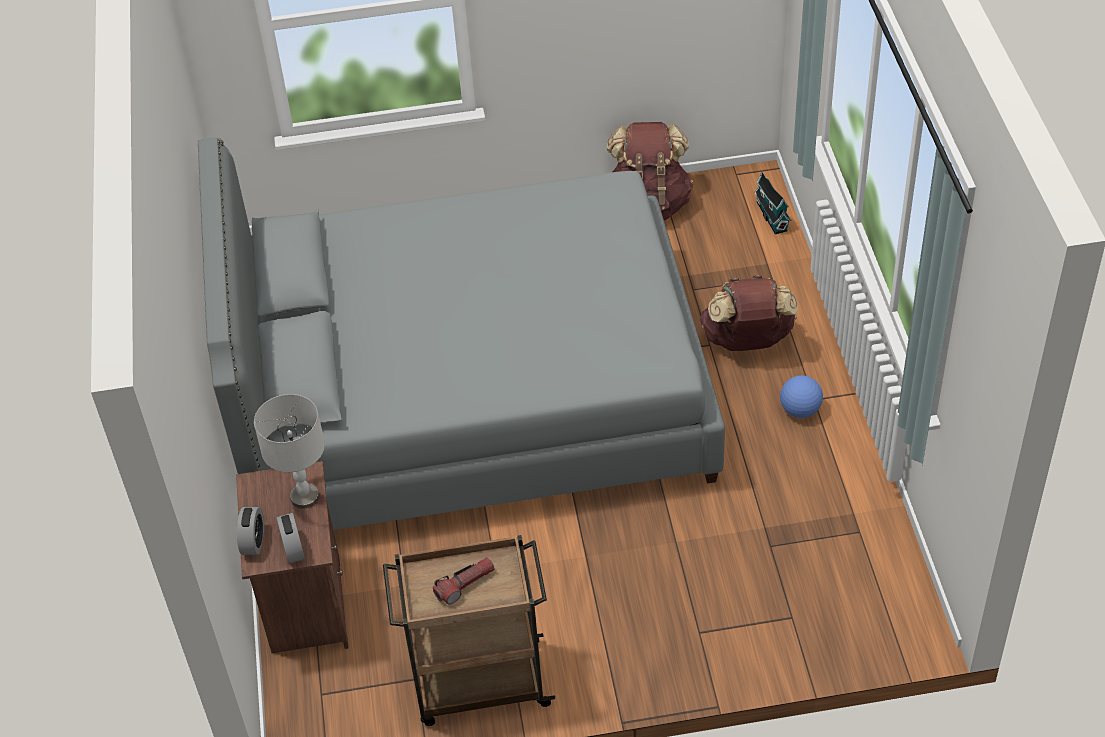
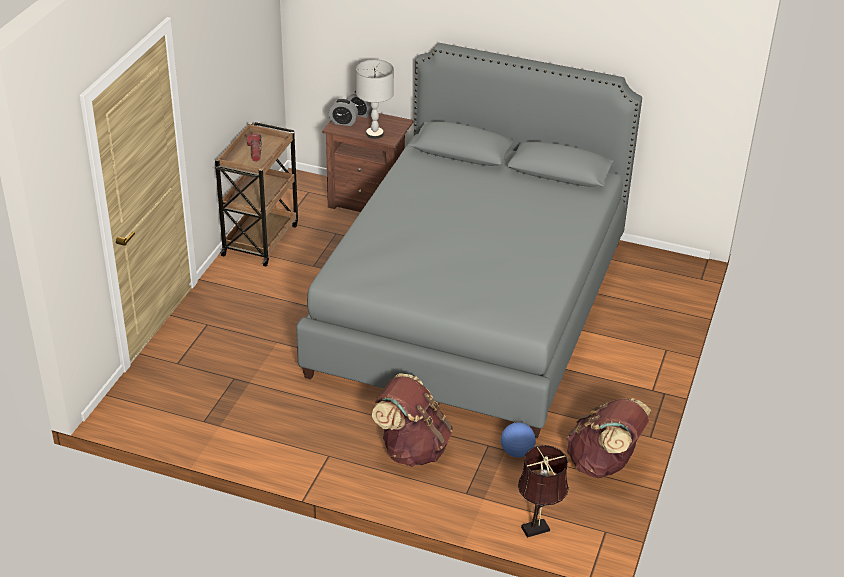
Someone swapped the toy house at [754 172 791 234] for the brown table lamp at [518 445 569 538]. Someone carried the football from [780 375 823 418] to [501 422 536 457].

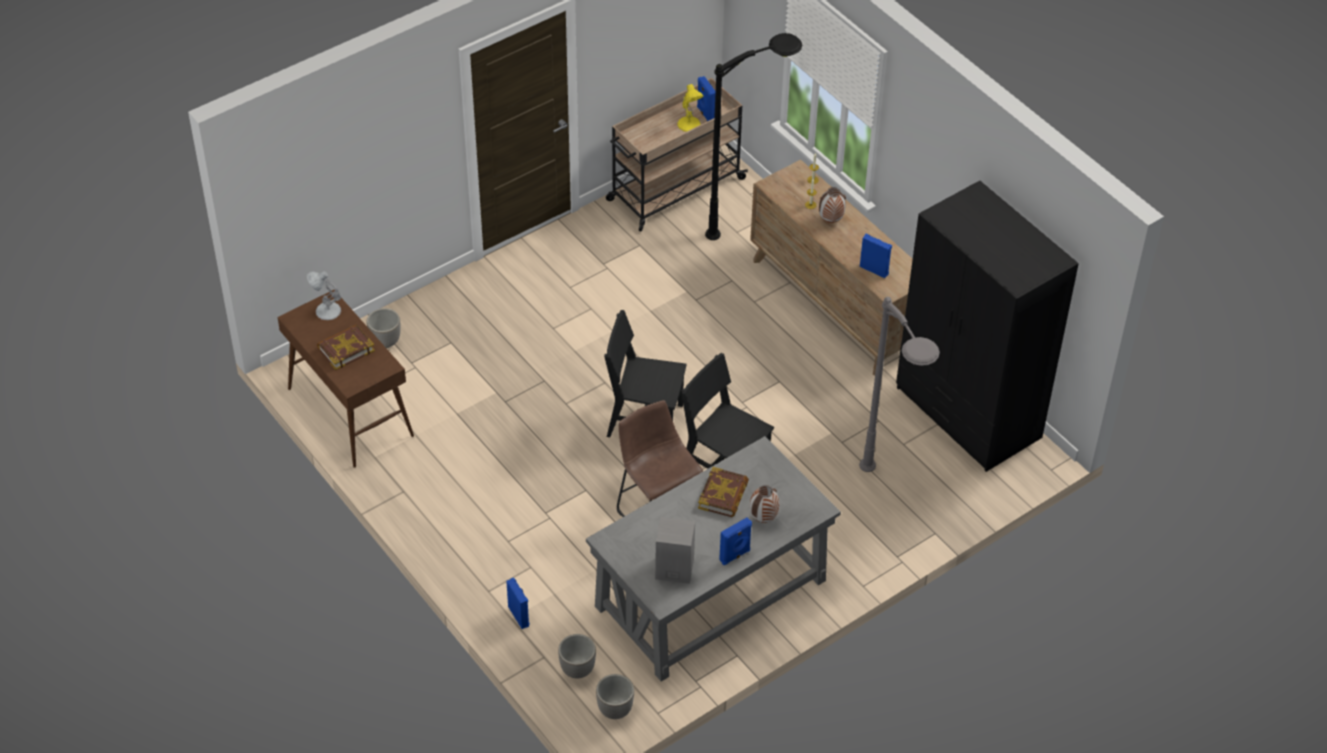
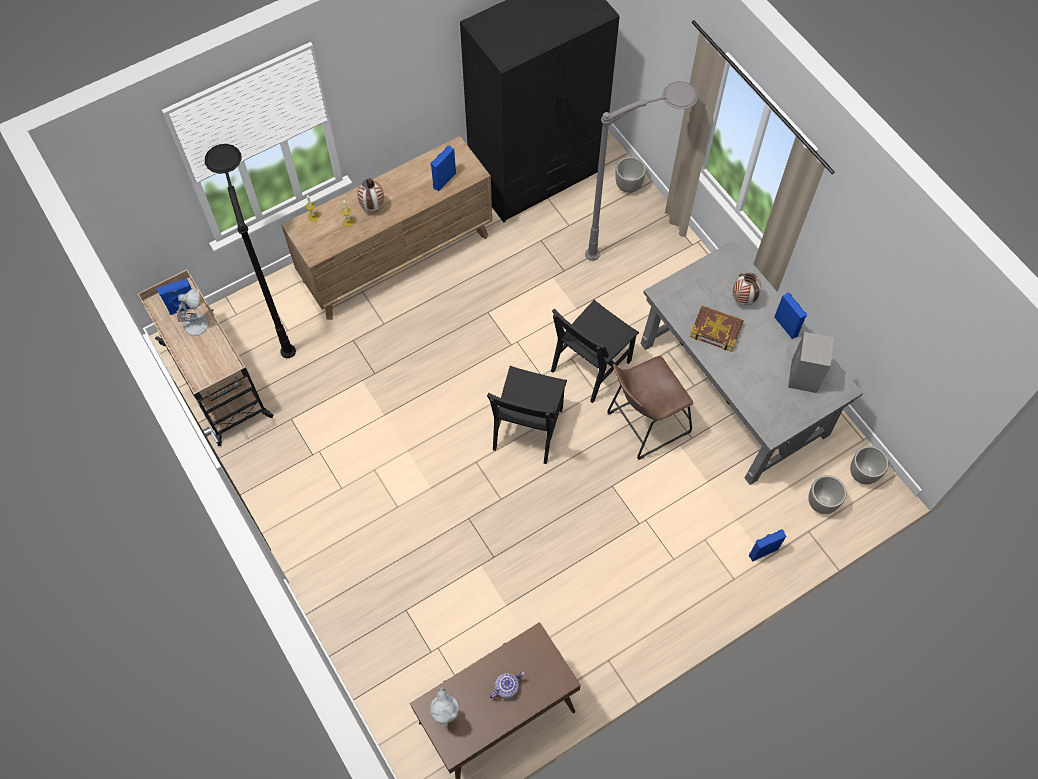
Someone repainted the yellow table lamp at [678 84 703 132], which became the white table lamp at [177 288 209 336]. Someone carried the planter from [367 308 400 348] to [615 157 646 193]. Someone swapped the book at [317 324 375 370] for the teapot at [489 672 524 699].

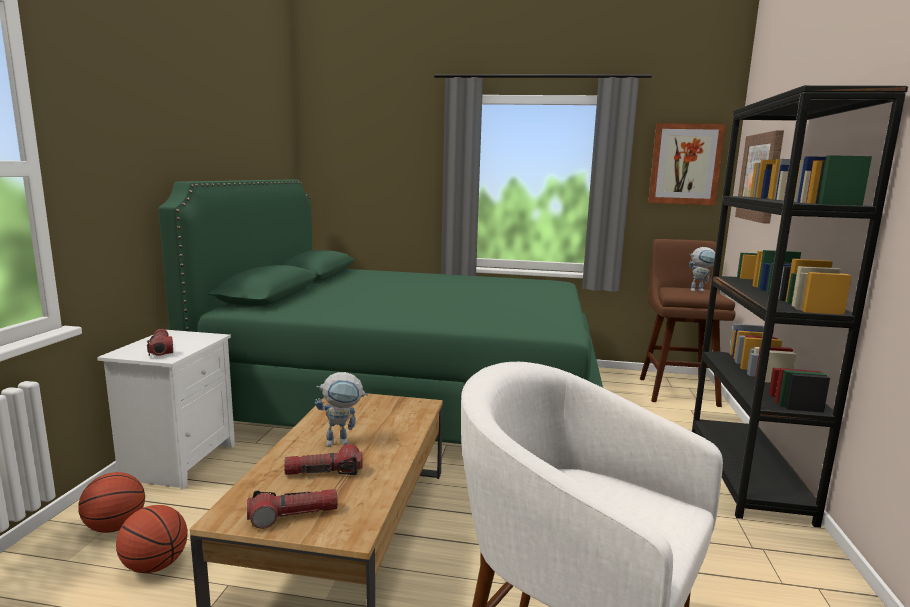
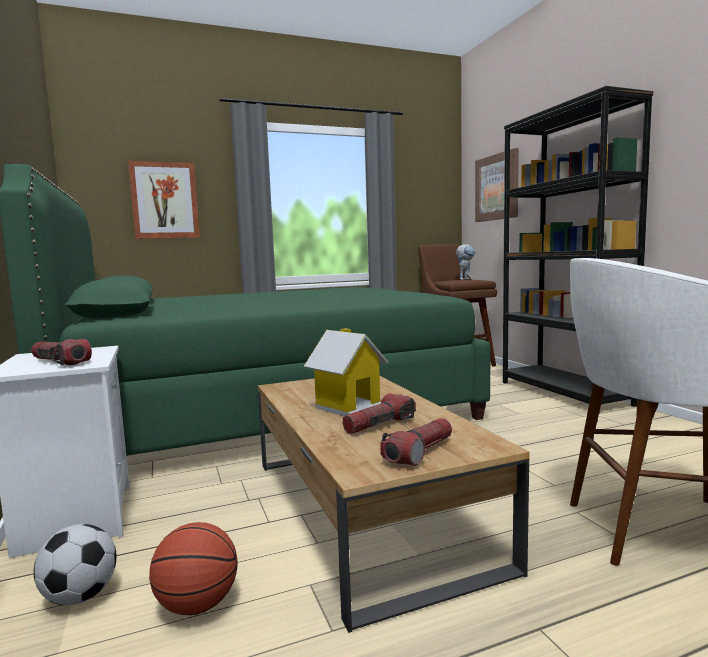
Someone carried the picture from [648 123 726 205] to [128 161 200 239]. Someone swapped the toy robot at [315 372 368 447] for the toy house at [304 328 389 416]. Someone swapped the basketball at [79 472 145 533] for the football at [34 524 116 606].

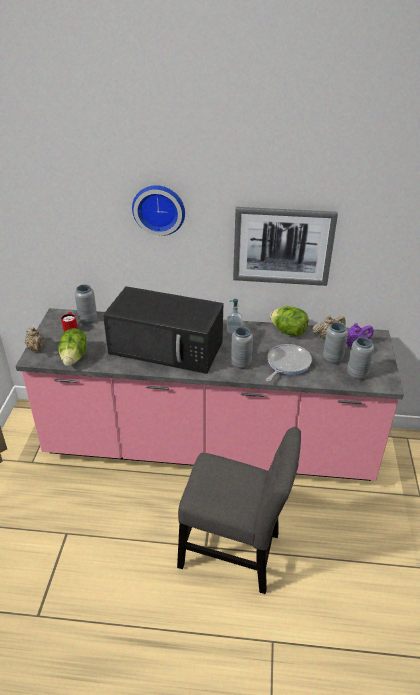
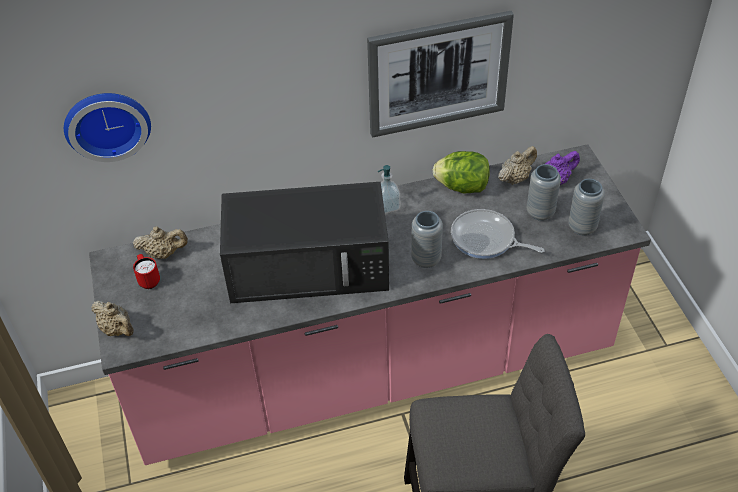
Someone carried the wall clock from [132 185 185 236] to [64 93 151 162]. Someone swapped the grey vase at [74 285 97 323] for the beige teapot at [133 226 188 259]. Someone took away the lettuce at [58 329 87 366]. Someone rotated the frying pan at [266 344 312 381] by 75 degrees counterclockwise.

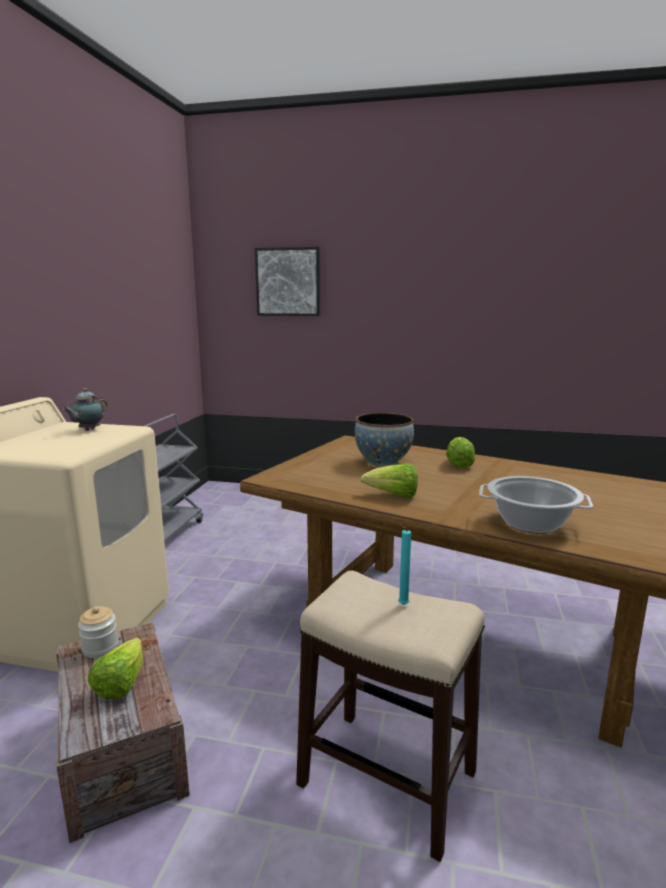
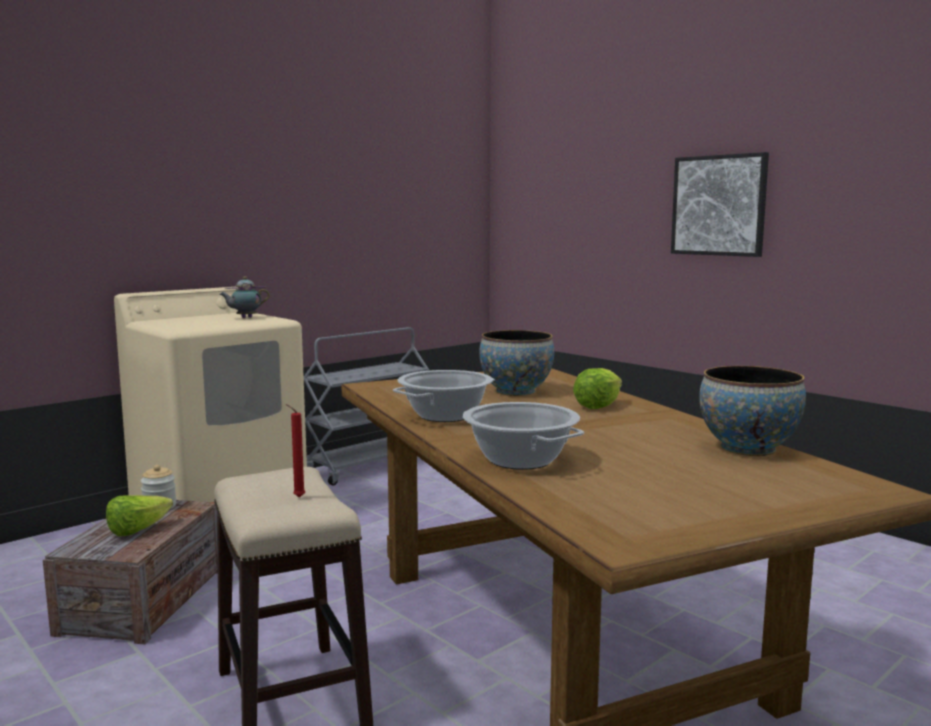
Someone carried the picture from [255 247 320 316] to [671 152 769 257]. Someone swapped the lettuce at [360 463 418 498] for the cooking pot at [393 370 495 422]. Someone repainted the turquoise candle at [398 525 411 605], which became the red candle at [286 404 305 498]. Someone put down the bowl at [699 366 806 456].

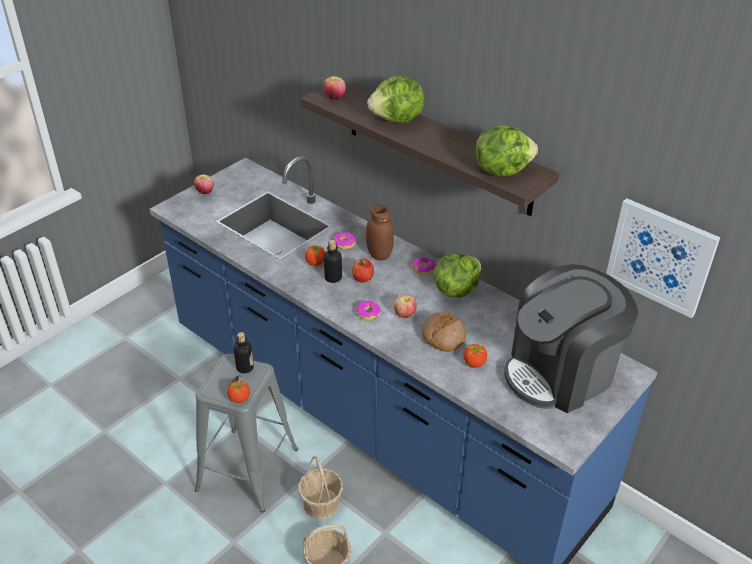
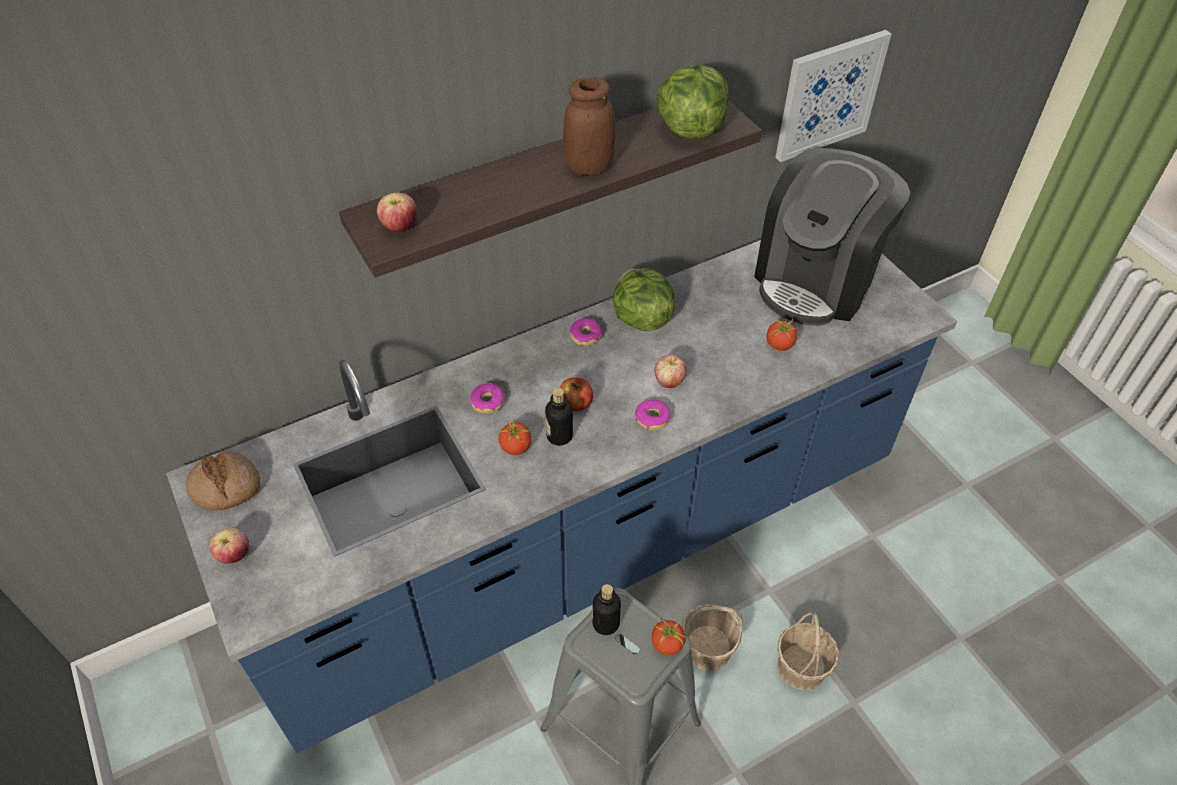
Someone took away the lettuce at [367 76 424 123]. Someone carried the brown jar from [366 205 394 260] to [563 77 616 175]. Someone rotated the coffee machine at [504 264 638 413] by 45 degrees clockwise. Someone carried the bread from [422 312 466 352] to [186 451 260 510].

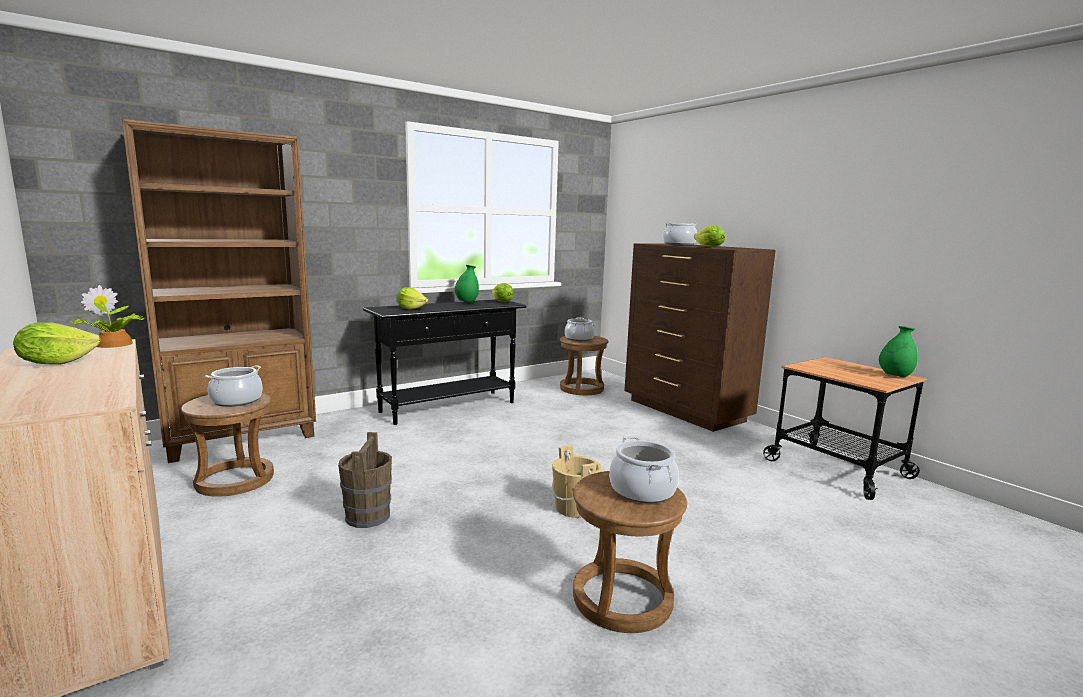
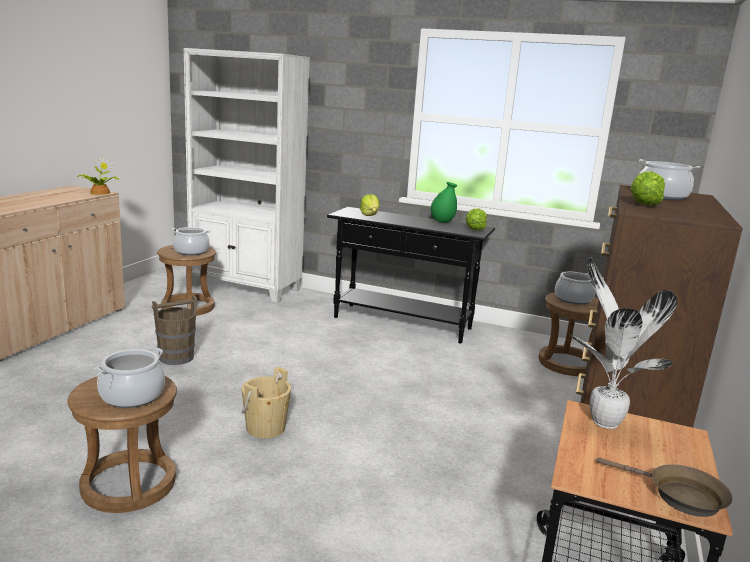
Someone repainted the brown bookcase at [122 119 316 463], which became the white bookcase at [184 48 310 303]. Someone took away the lettuce at [13 322 101 365]. Someone swapped the green vase at [879 326 918 377] for the brown frying pan at [596 457 733 517]. Someone put down the potted plant at [568 257 677 429].

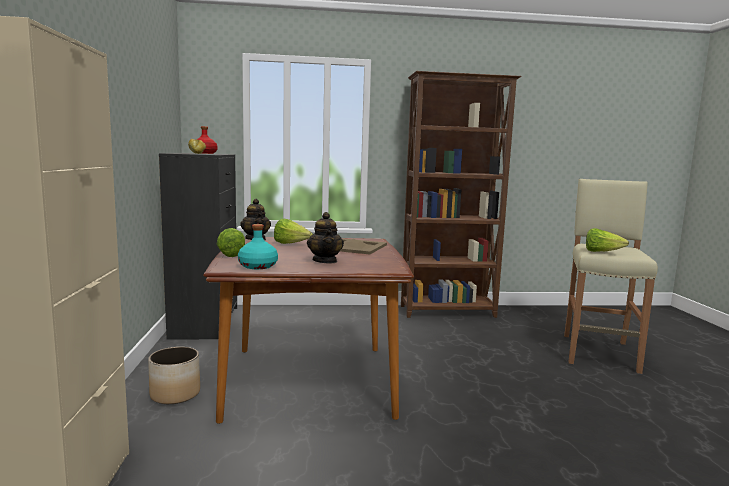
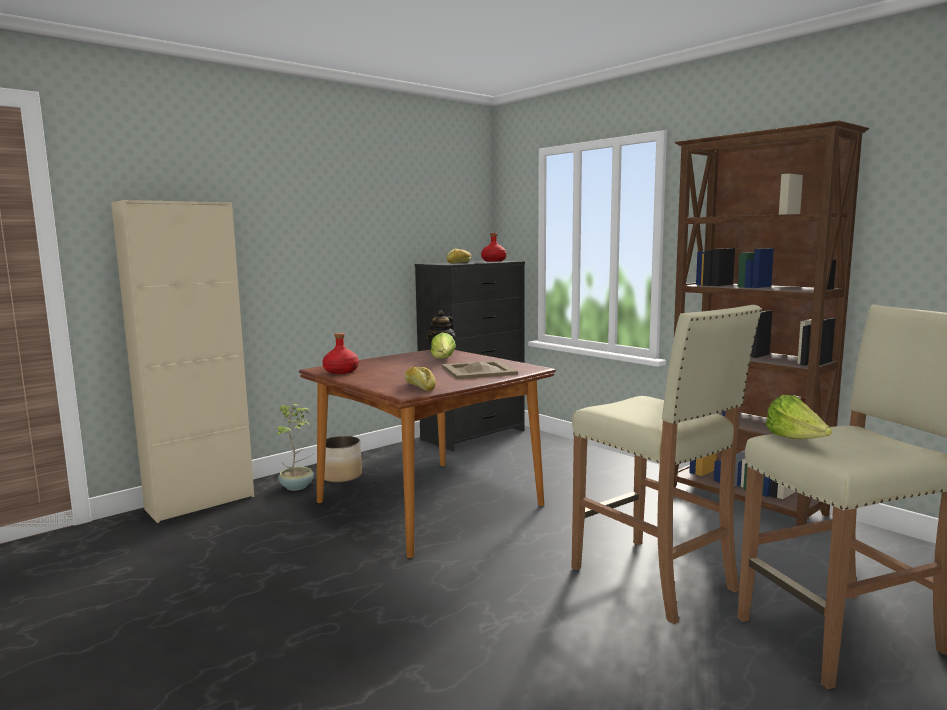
Someone took away the teapot at [307 212 344 264]. Someone repainted the turquoise bottle at [238 224 278 269], which became the red bottle at [322 333 359 374]. Someone took away the lettuce at [216 228 245 257]. Someone put down the beige stool at [572 305 762 624]. Someone put down the bread at [404 367 436 391]. Someone put down the potted plant at [274 404 314 491].

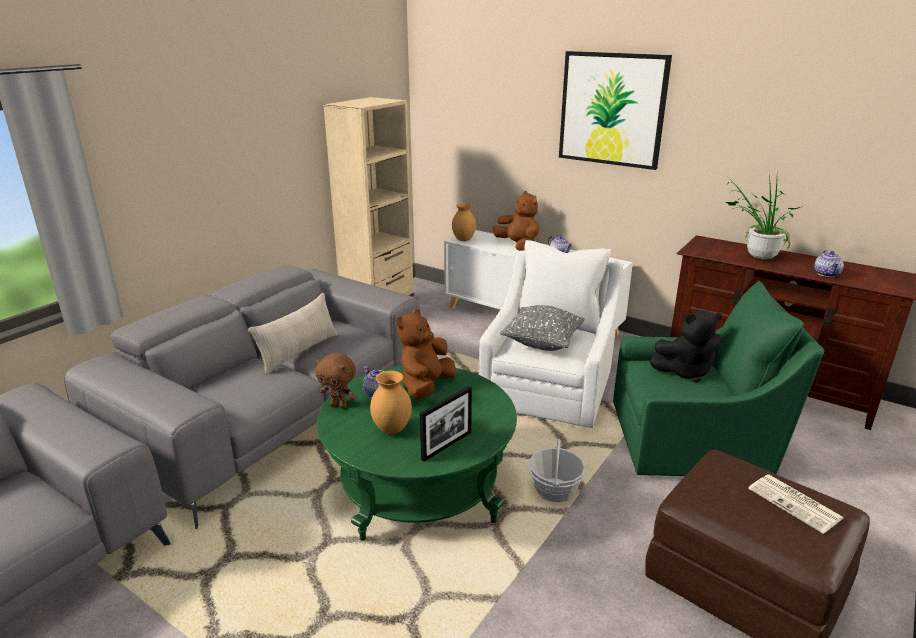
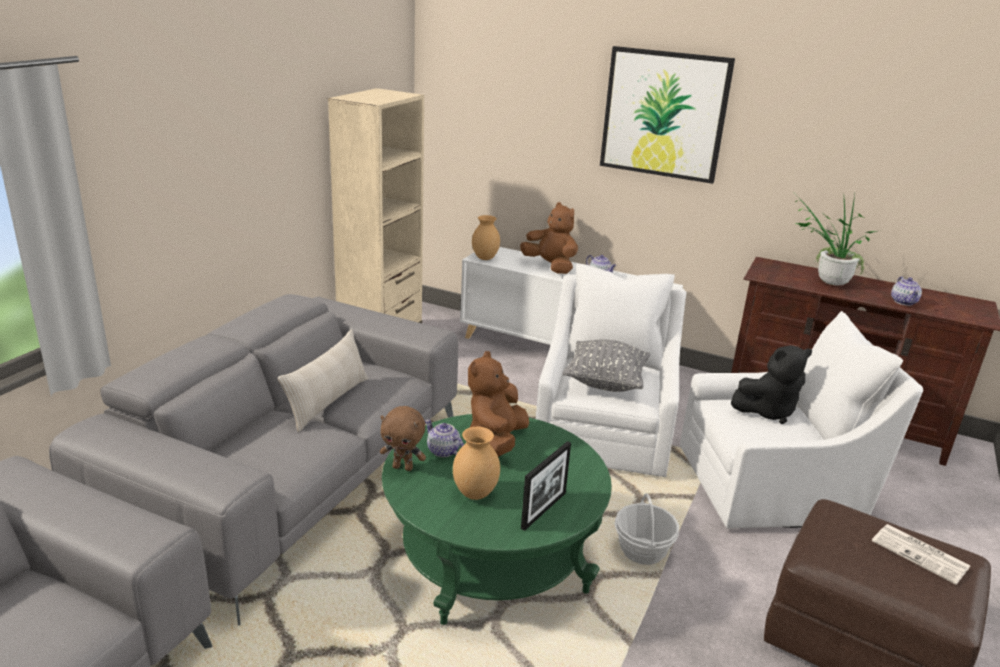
Someone repainted the green armchair at [613 281 824 476], which became the white armchair at [680 311 923 529].

